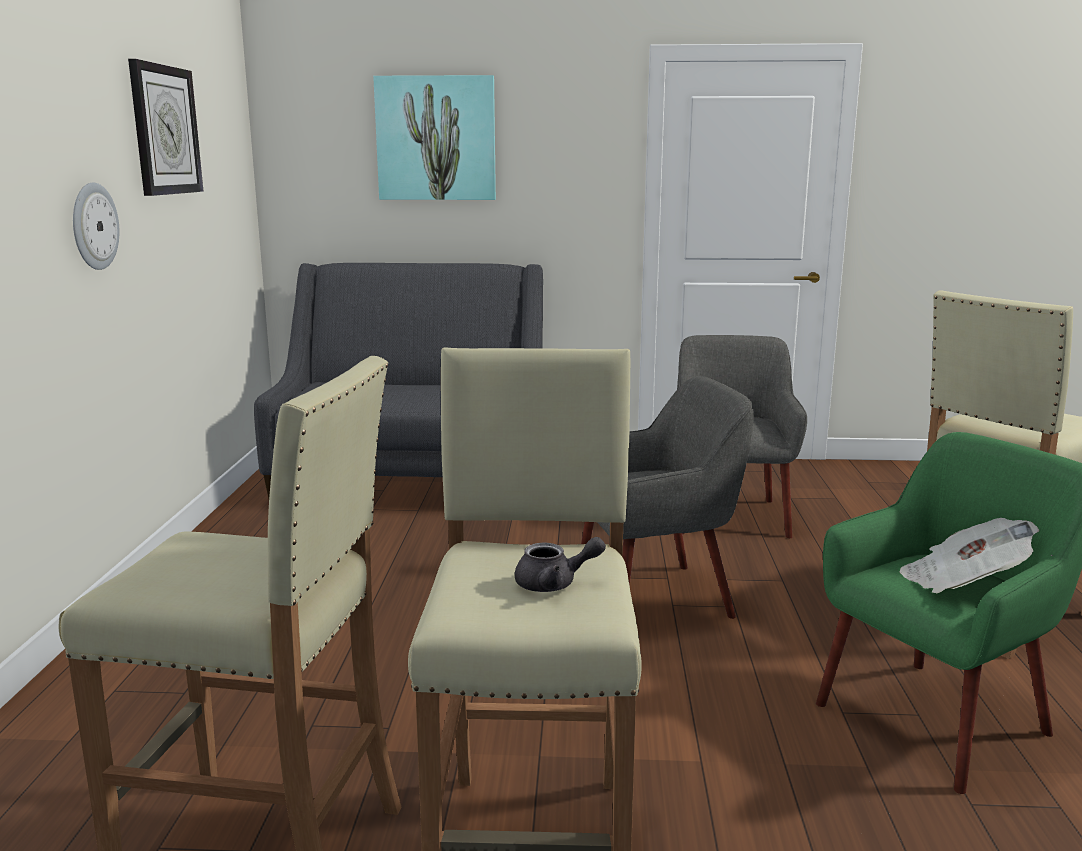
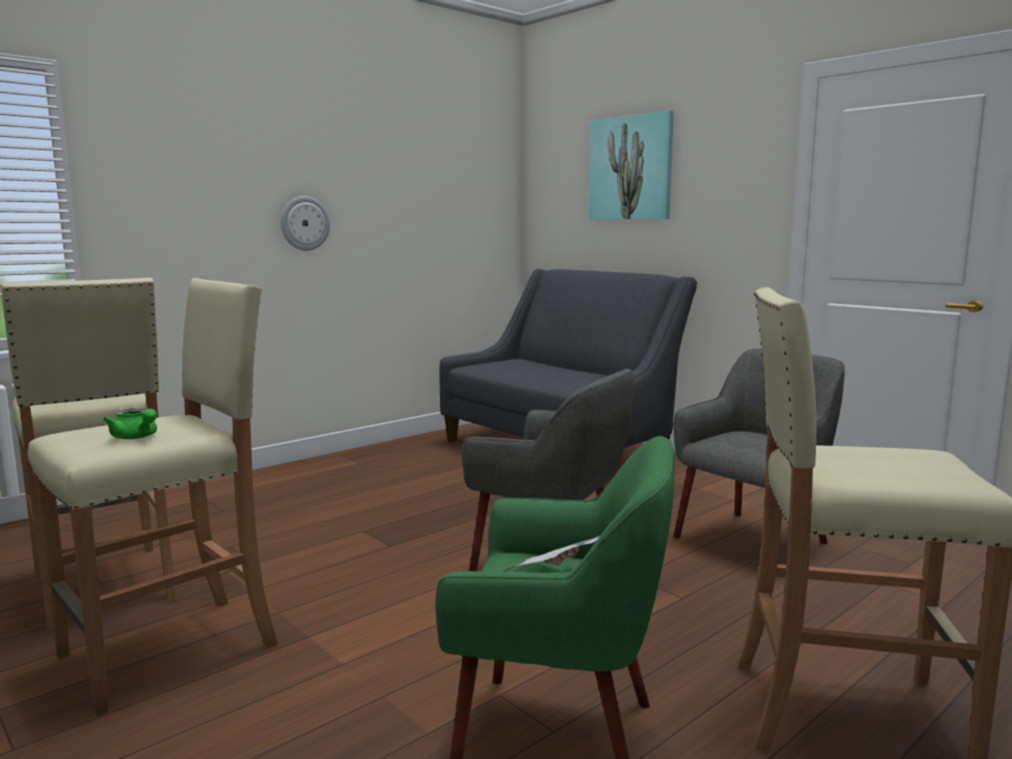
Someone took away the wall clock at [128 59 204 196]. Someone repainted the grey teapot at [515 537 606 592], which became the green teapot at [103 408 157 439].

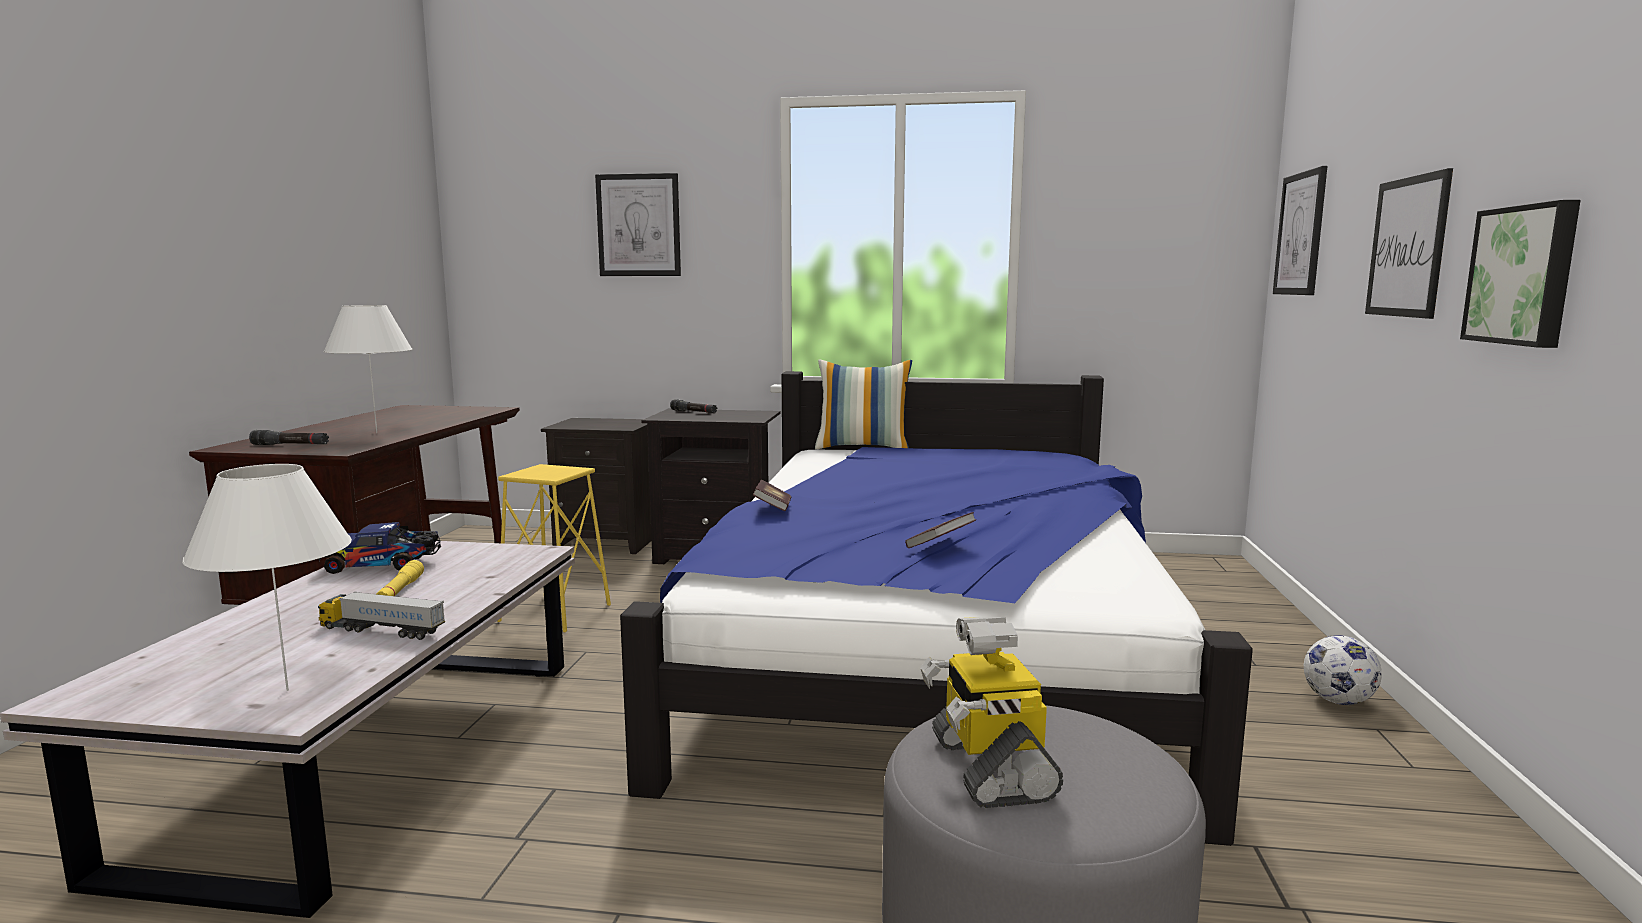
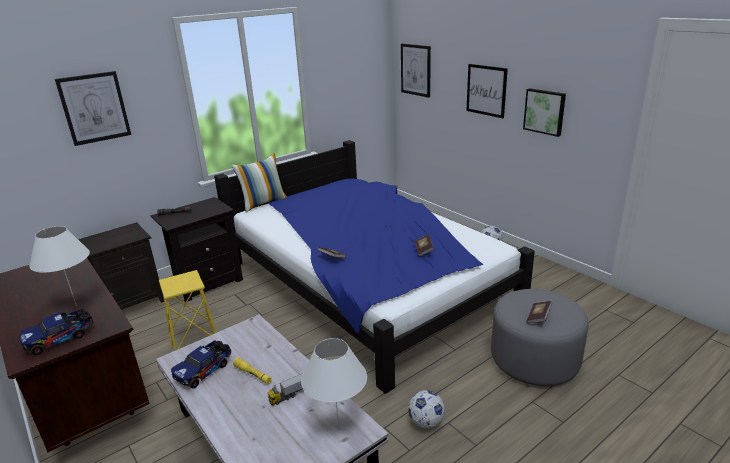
Someone swapped the black flashlight at [249 430 329 445] for the toy truck at [19 309 94 355]. Someone swapped the toy robot at [920 617 1063 808] for the book at [527 301 552 324]. Someone put down the football at [408 390 445 428].

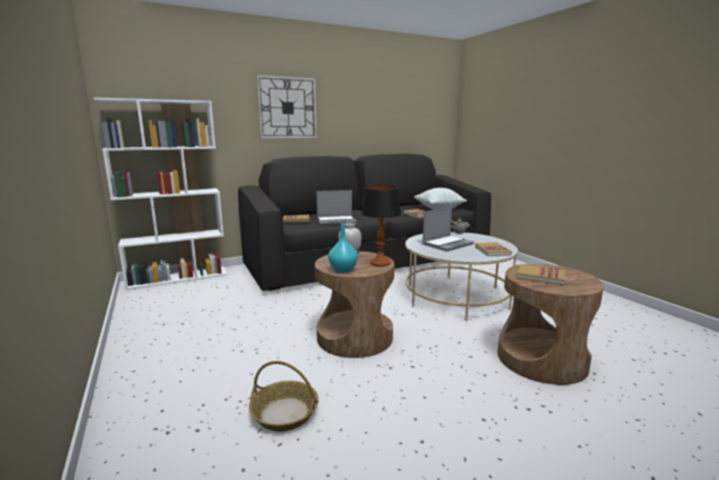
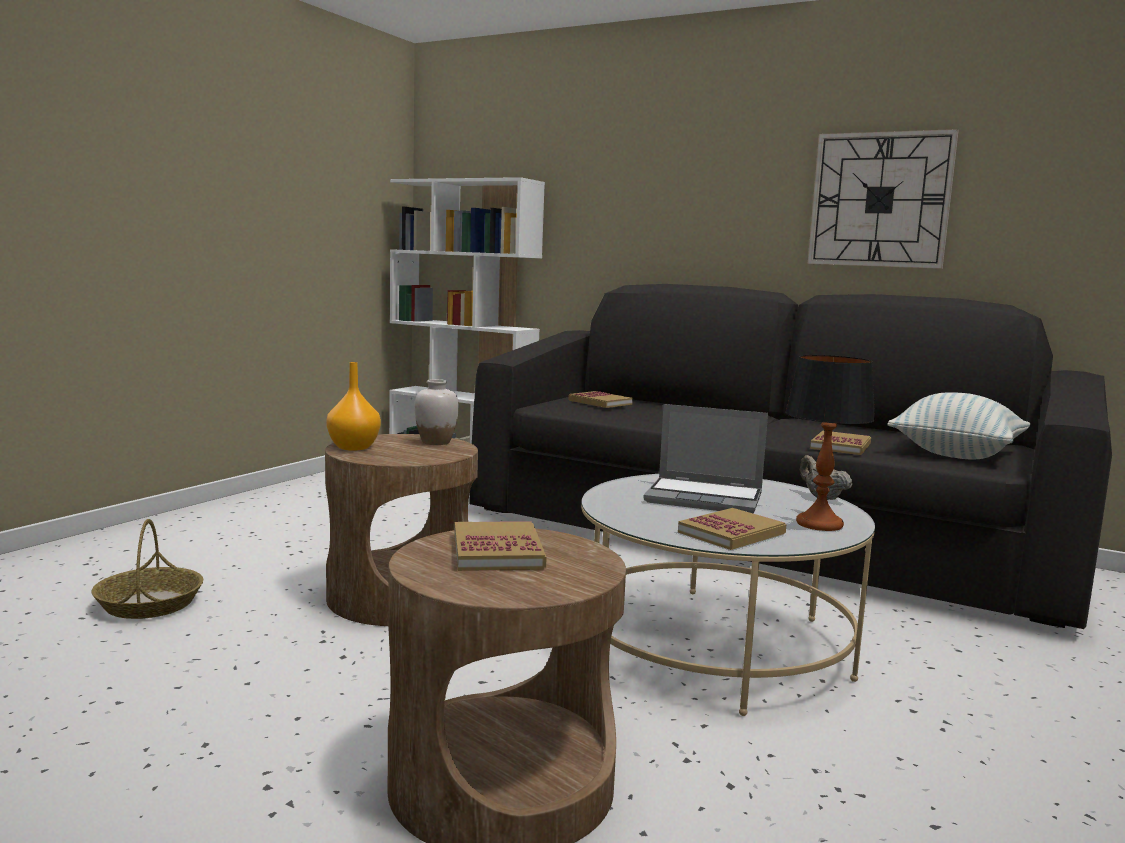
Someone carried the wall clock from [257 75 317 138] to [808 129 959 269]. Someone carried the table lamp from [361 185 401 267] to [785 355 876 531]. Someone took away the laptop at [316 190 357 225]. Someone repainted the turquoise vase at [328 223 358 273], which became the orange vase at [326 362 381 451].

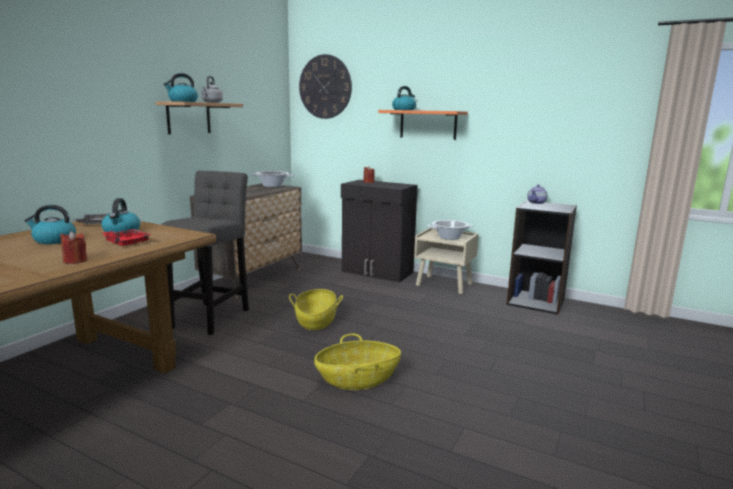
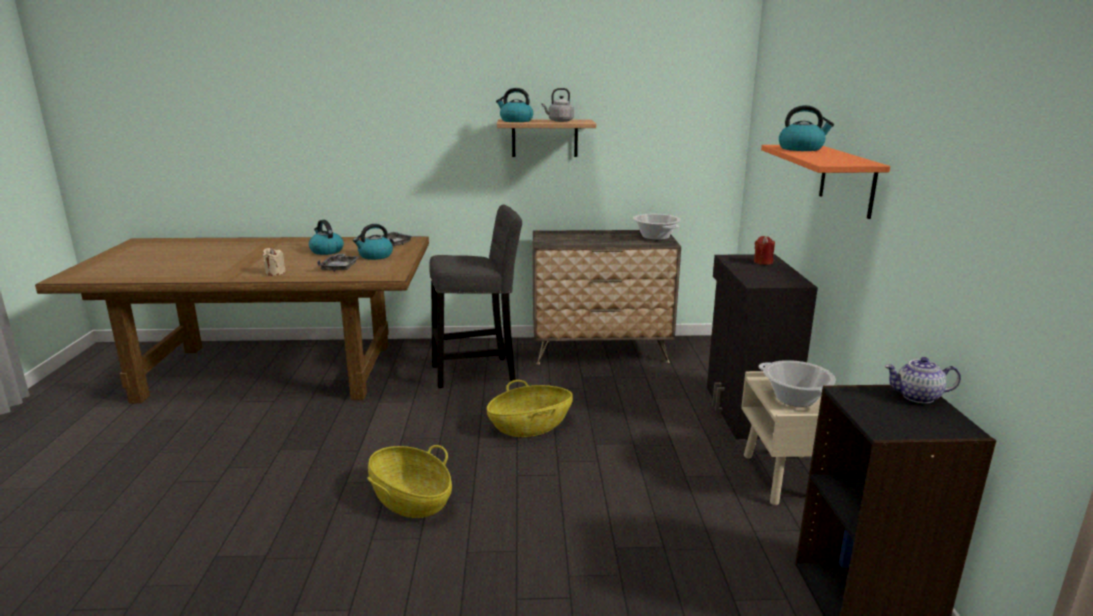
Someone took away the wall clock at [299 54 352 119]. Someone repainted the red tray at [103 229 150 246], which became the grey tray at [317 253 360 272]. Someone repainted the red candle at [60 231 87 264], which became the beige candle at [263 248 285 276].

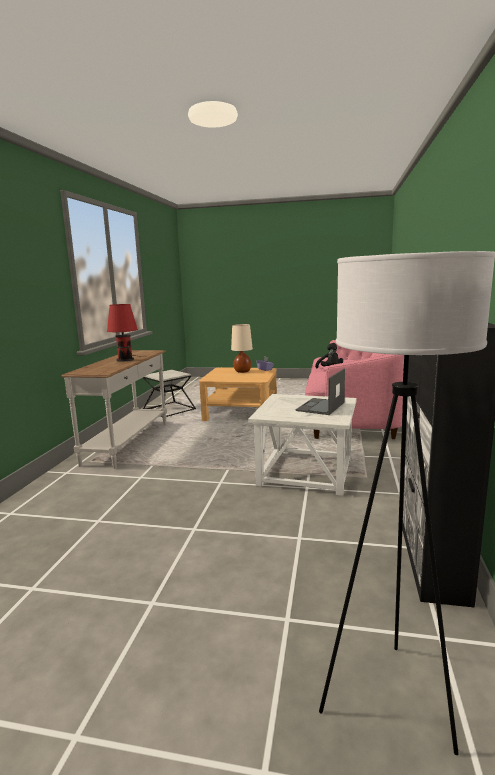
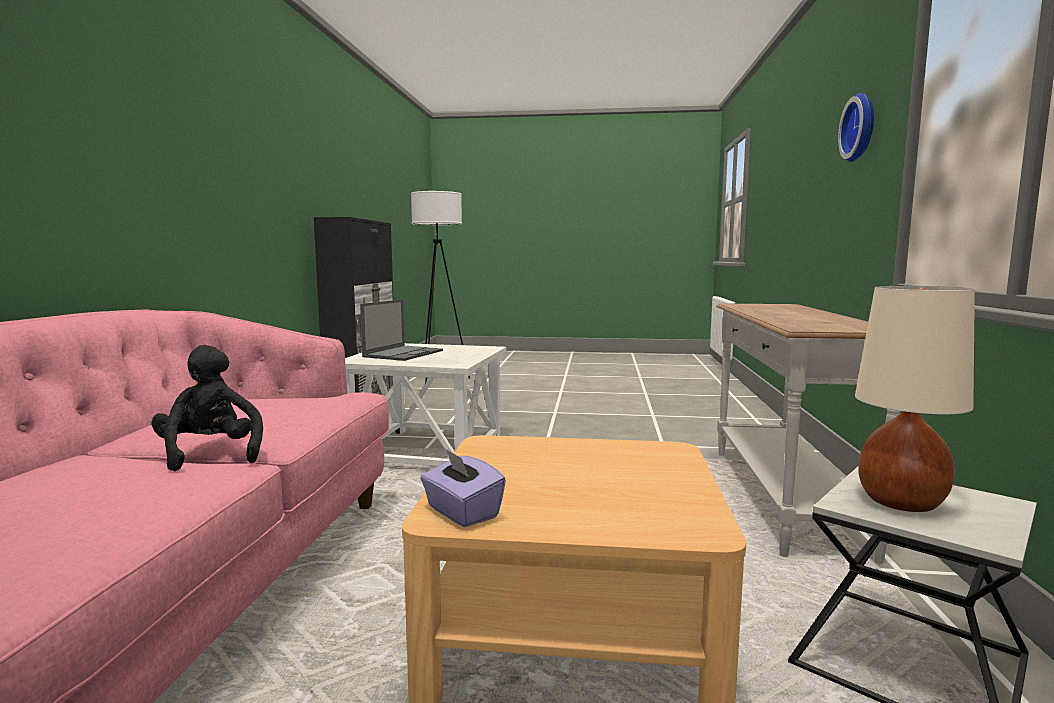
Someone took away the red table lamp at [107 304 146 362]. Someone carried the beige table lamp from [231 324 253 373] to [855 286 975 512]. Someone put up the wall clock at [838 93 874 162].

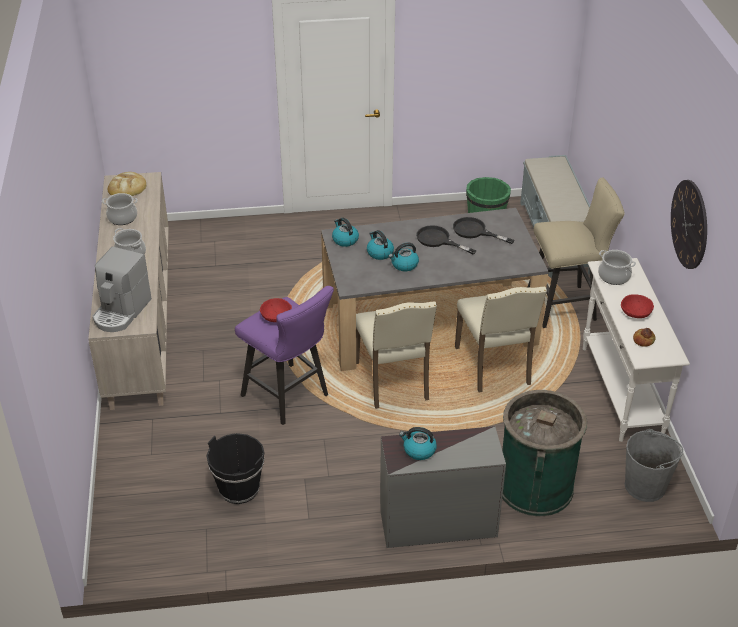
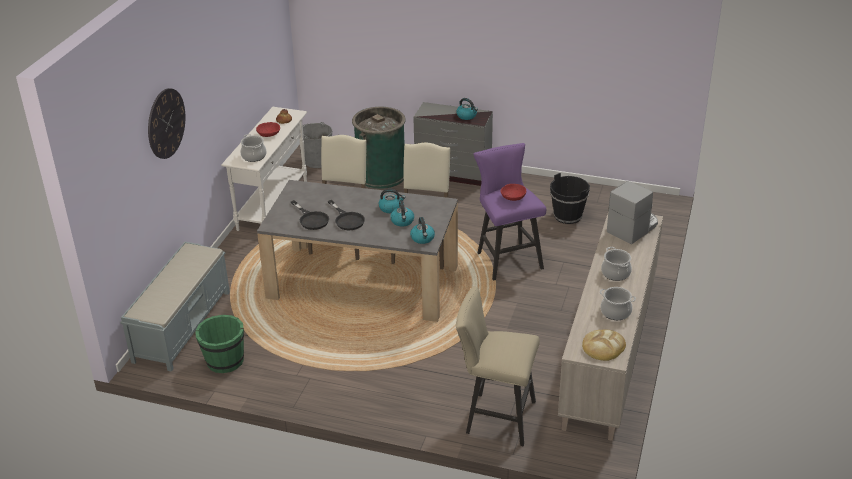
Someone carried the beige stool from [528 177 625 328] to [456 286 540 446]. Someone carried the wall clock from [671 180 707 269] to [148 88 185 159].

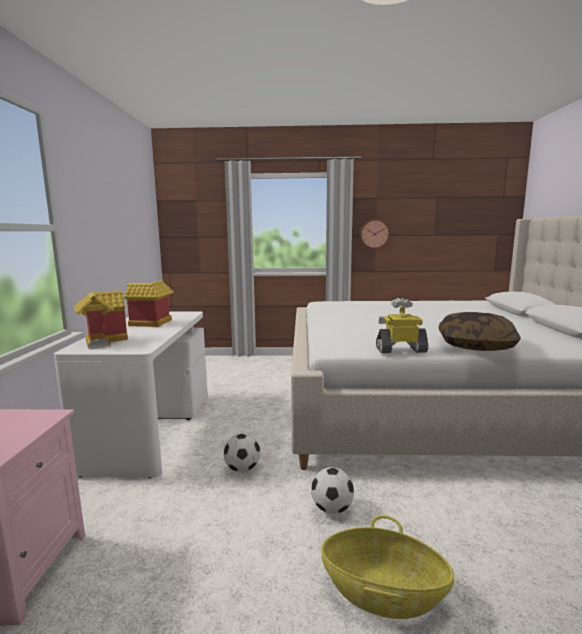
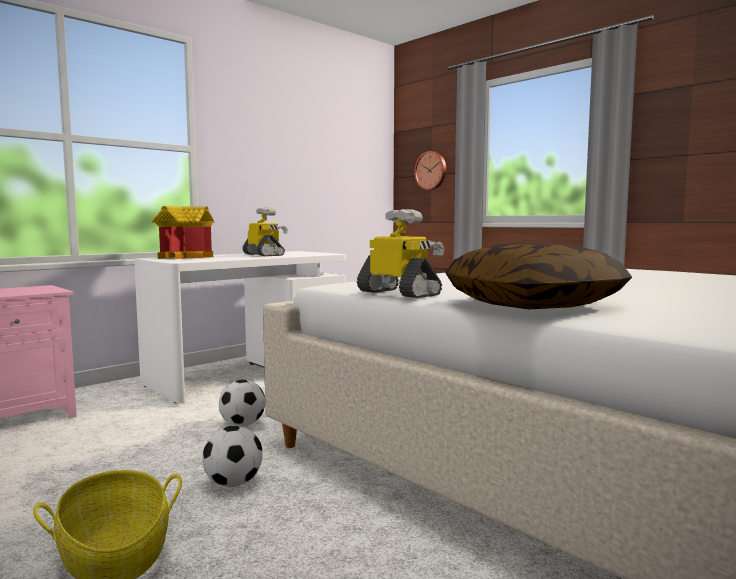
Someone carried the wall clock from [360 219 390 249] to [414 151 446 190]. Someone swapped the toy house at [123 280 174 327] for the toy robot at [242 208 288 256].

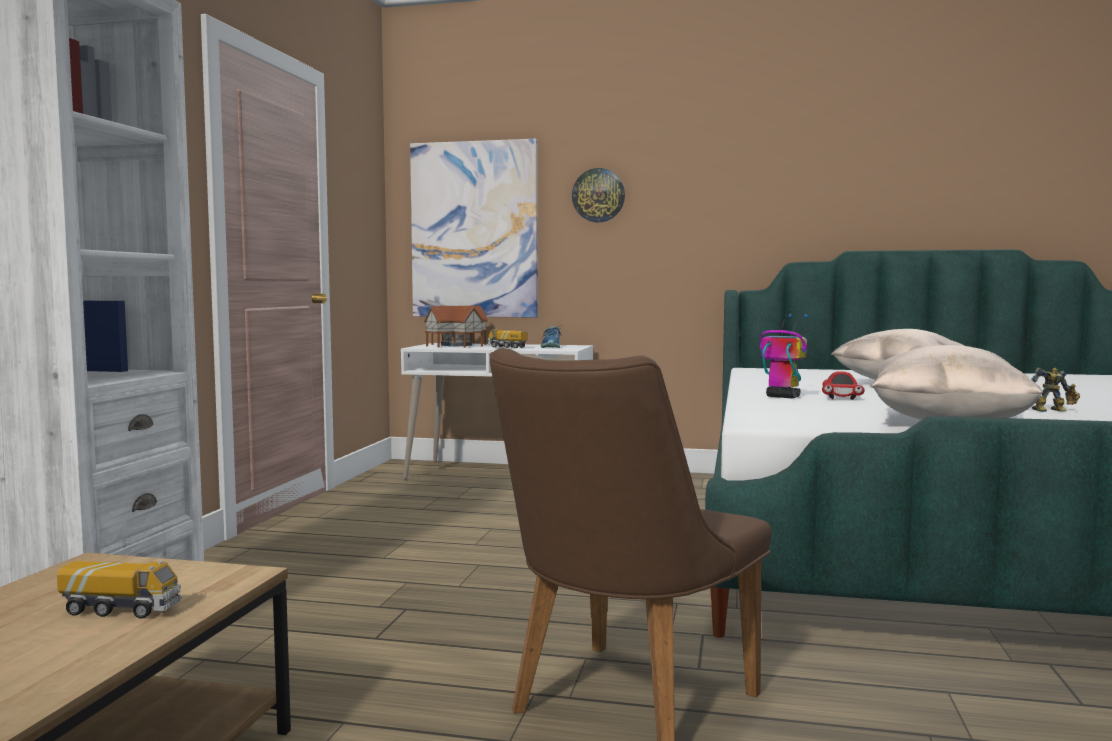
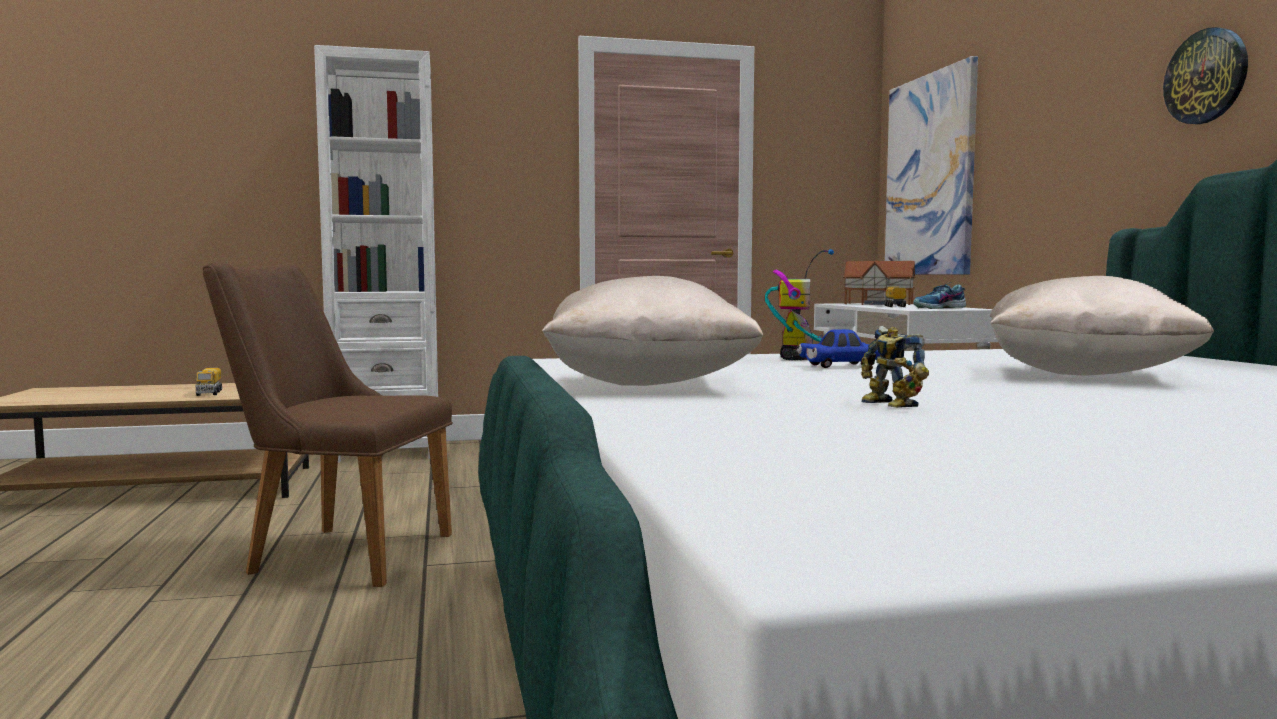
Someone carried the wall clock from [572 168 625 222] to [1163 27 1248 124]. Someone repainted the red toy car at [822 371 865 400], which became the blue toy car at [797 329 880 368].

